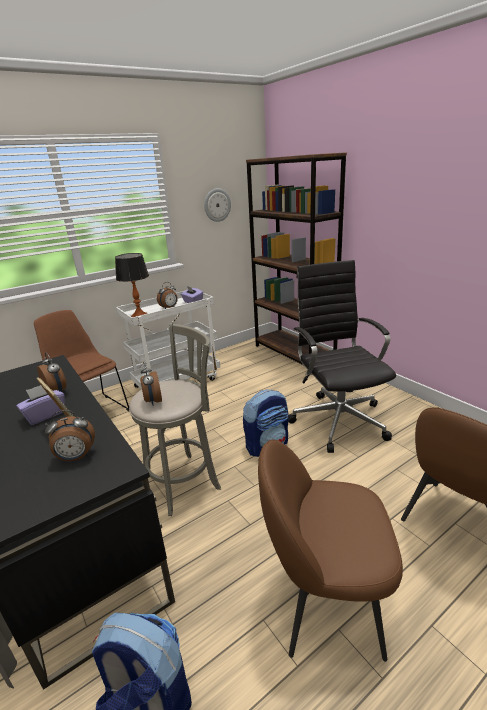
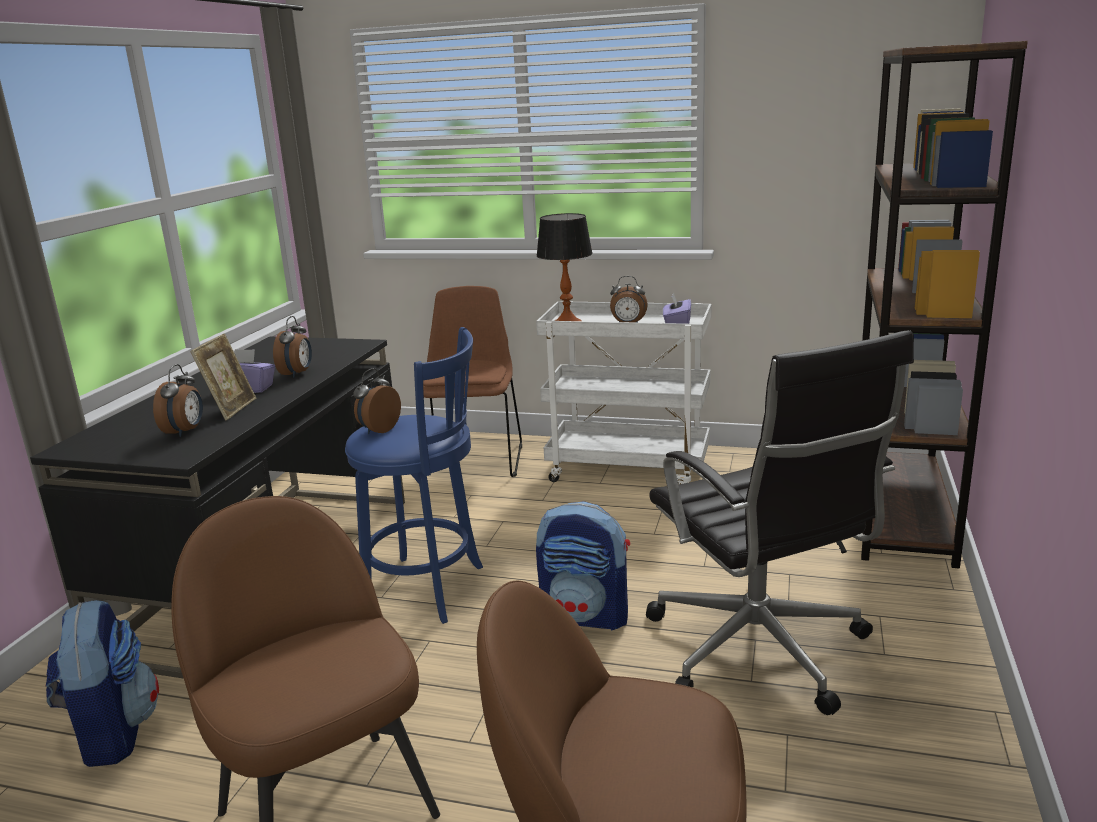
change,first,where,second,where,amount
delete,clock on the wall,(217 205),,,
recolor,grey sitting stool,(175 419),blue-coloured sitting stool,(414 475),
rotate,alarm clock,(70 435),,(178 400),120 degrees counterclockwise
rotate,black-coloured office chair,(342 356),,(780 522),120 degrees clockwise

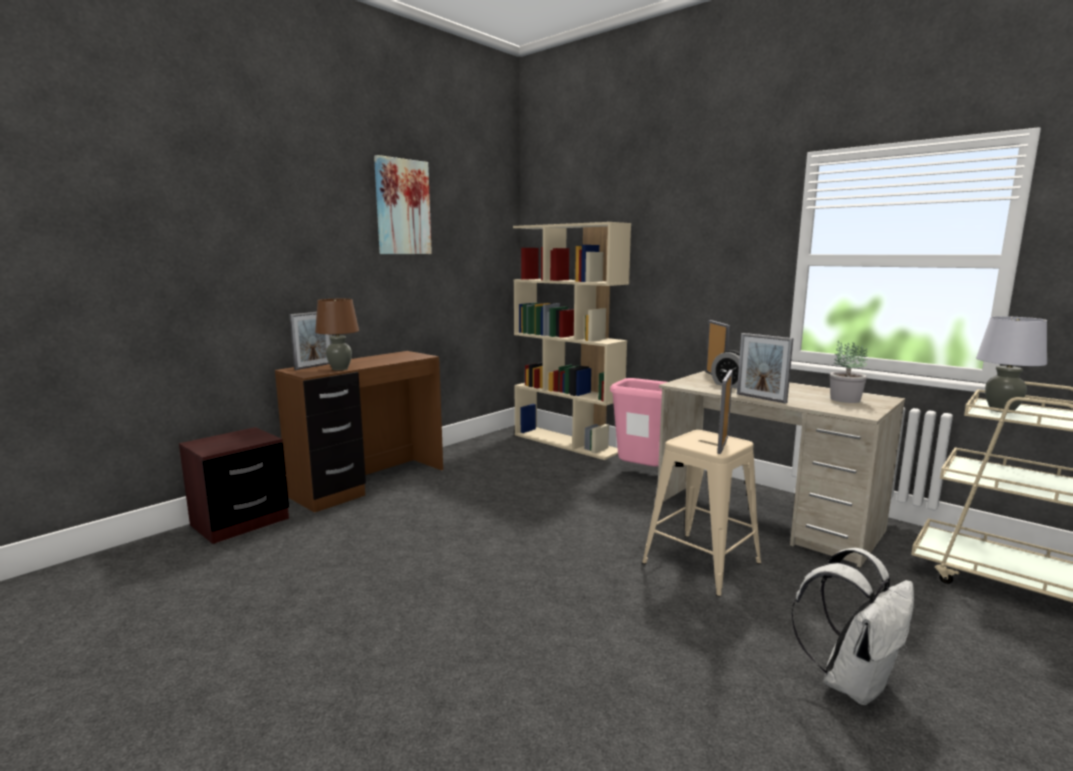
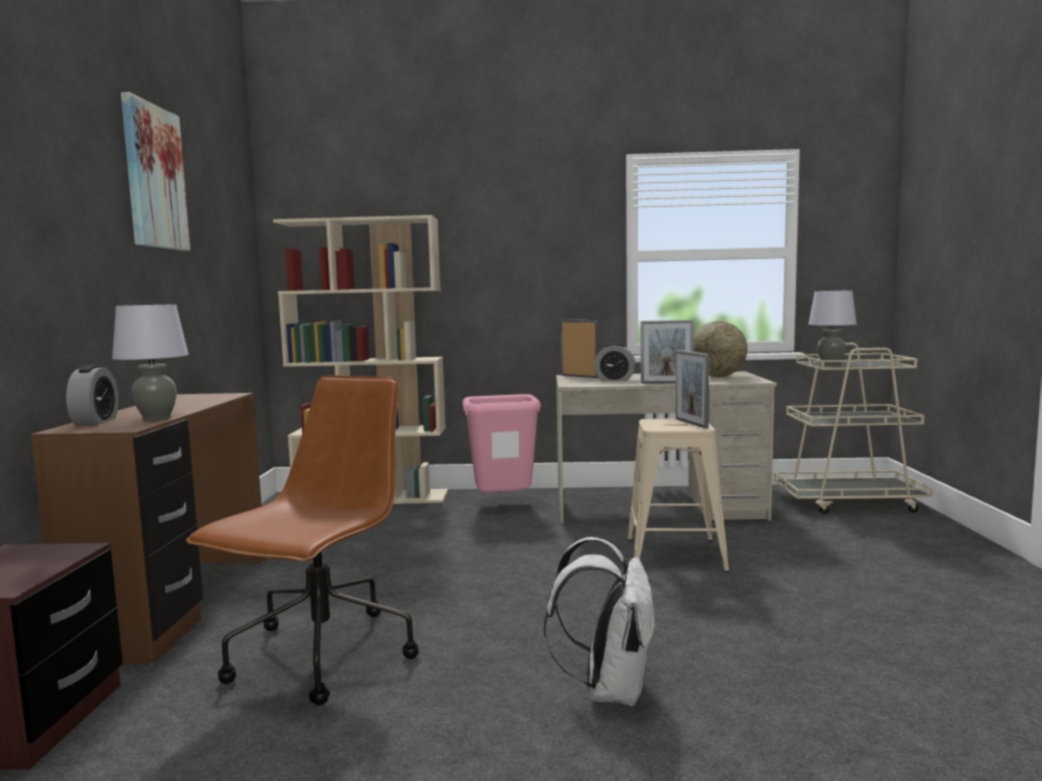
change,first,where,second,where,amount
insert,,,brownish office chair,(302 540),
move,whitish knapsack,(852 626),,(600 622),
replace,standing frame,(310 341),alarm clock,(92 395),
replace,potted plant,(849 372),globe,(721 349),
recolor,brownish table lamp,(337 335),grey table lamp,(150 362),

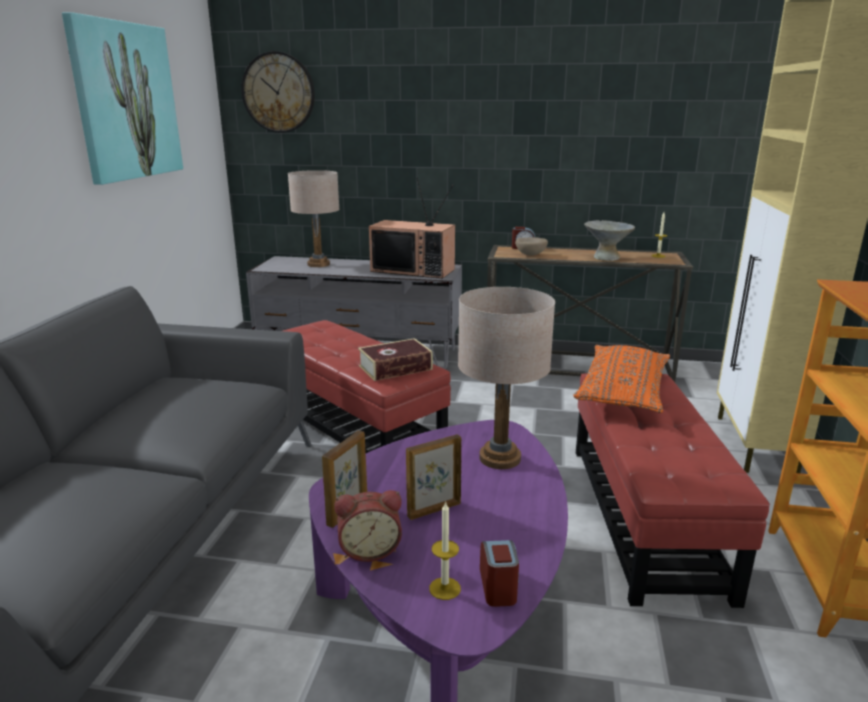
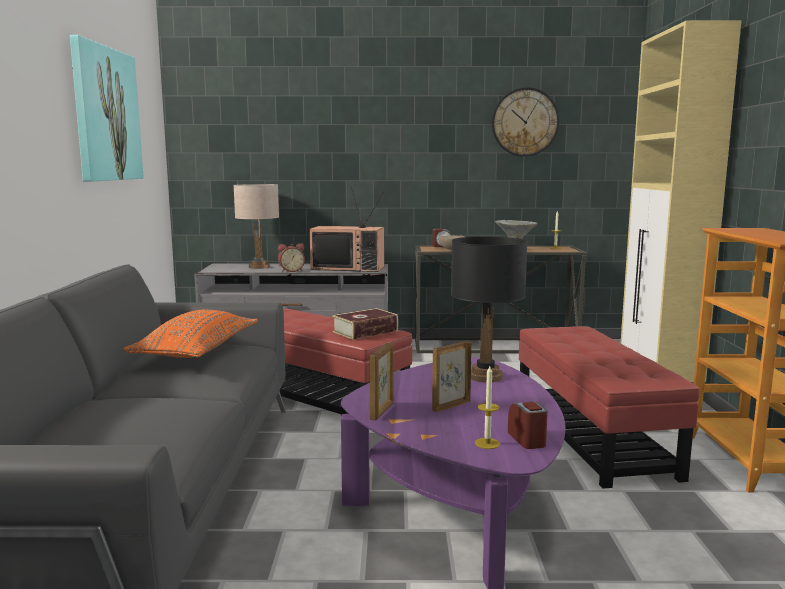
change,first,where,second,where,amount
move,clock on the wall,(278 92),,(525 122),
move,alarm clock,(368 526),,(291 257),
move,orange-coloured throw pillow,(621 379),,(190 334),
recolor,beige-coloured table lamp,(506 378),black-coloured table lamp,(489 310),

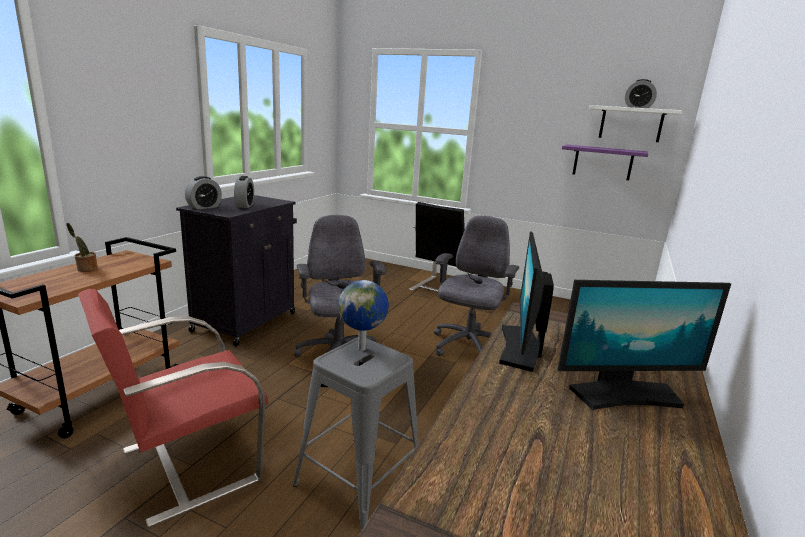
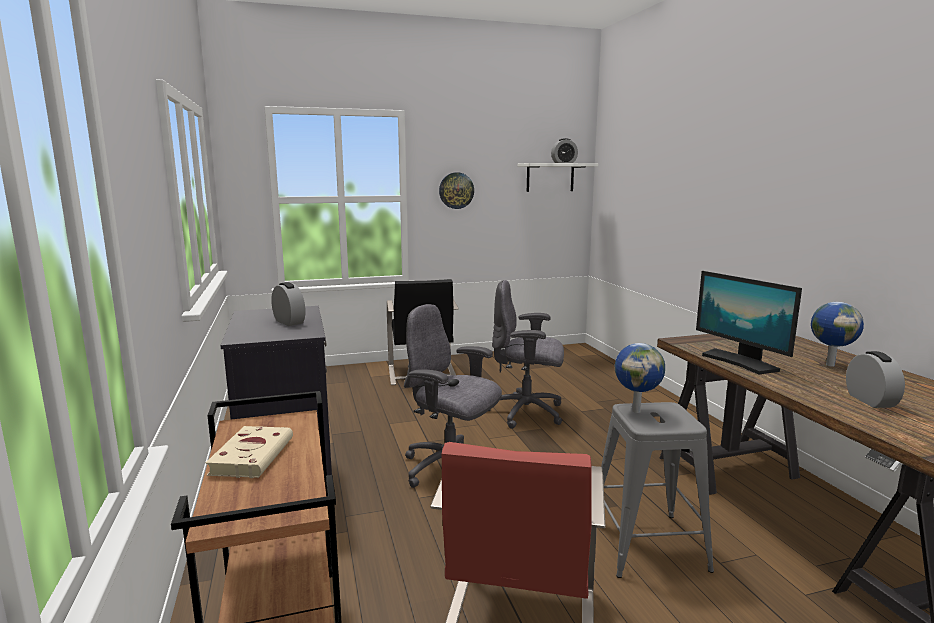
change,first,where,second,where,amount
delete,purplish bracket shelf,(605 162),,,
insert,,,clock on the wall,(456 190),
move,alarm clock,(203 193),,(875 379),
replace,potted plant,(82 247),beige-coloured book,(249 452),
replace,computer screen,(644 345),globe,(837 334),
rotate,grey office chair,(476 285),,(526 354),60 degrees counterclockwise

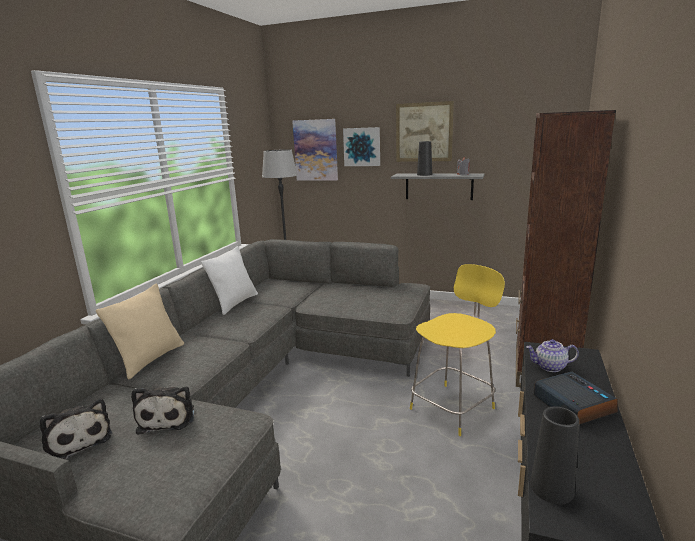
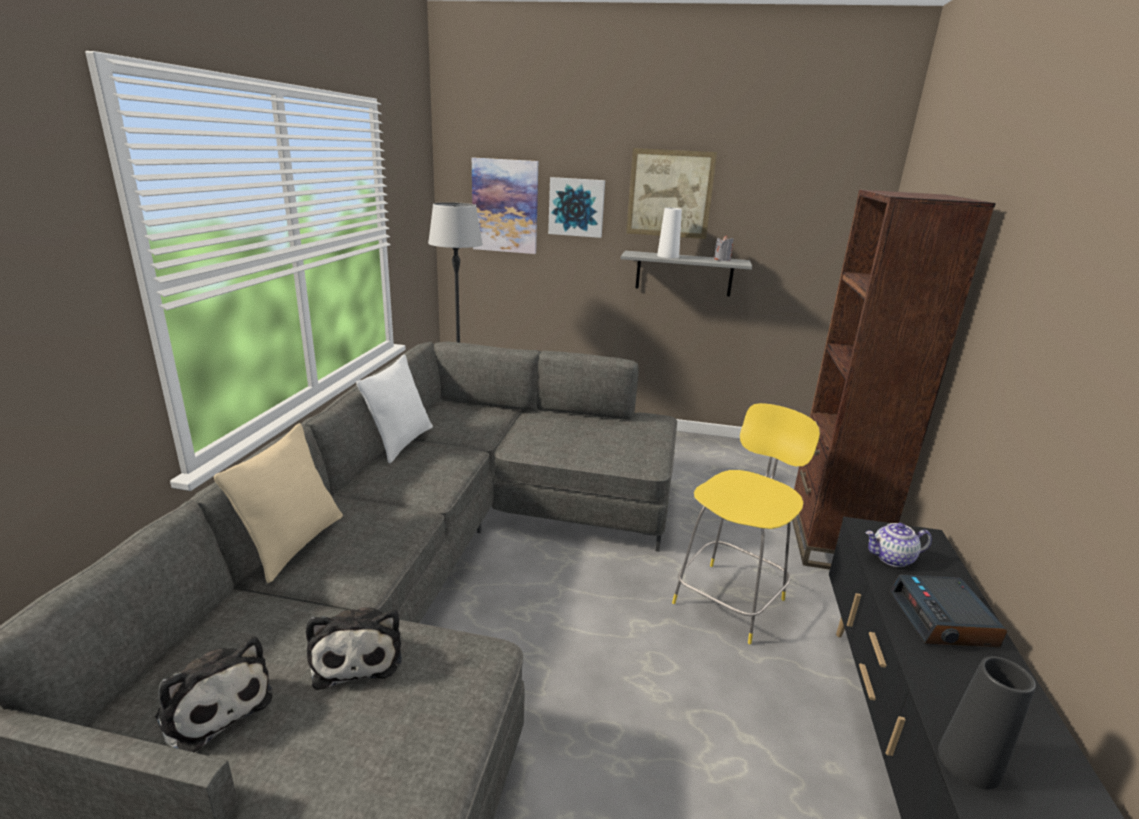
change,first,where,second,where,amount
recolor,black-coloured decorative vase,(424 158),whitish decorative vase,(669 233),
rotate,alarm clock,(576 398),,(948 610),150 degrees counterclockwise

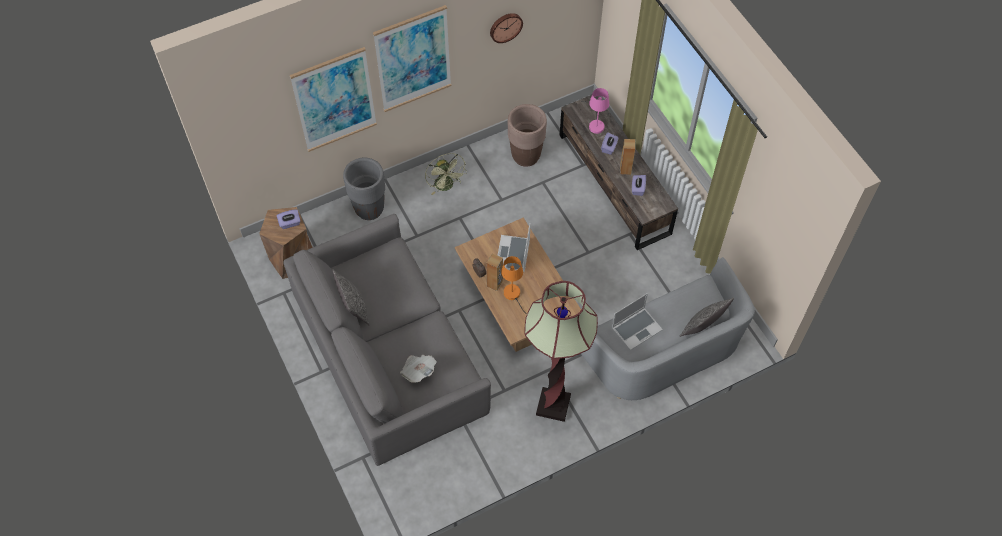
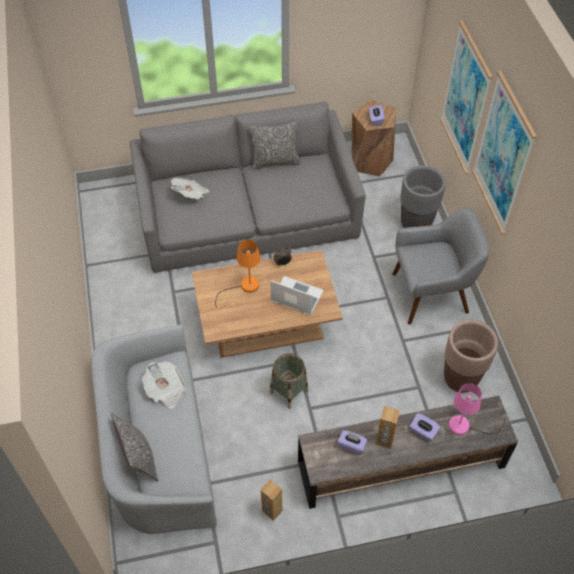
change,first,where,second,where,amount
delete,clock on the wall,(506 28),,,
delete,standard lamp,(561 351),,,
insert,,,basket,(289 381),
move,brownish loudspeaker,(494 272),,(271 500),
replace,greenish fan,(446 174),grey armchair,(440 266),
replace,laptop,(637 321),printed paper,(164 385),

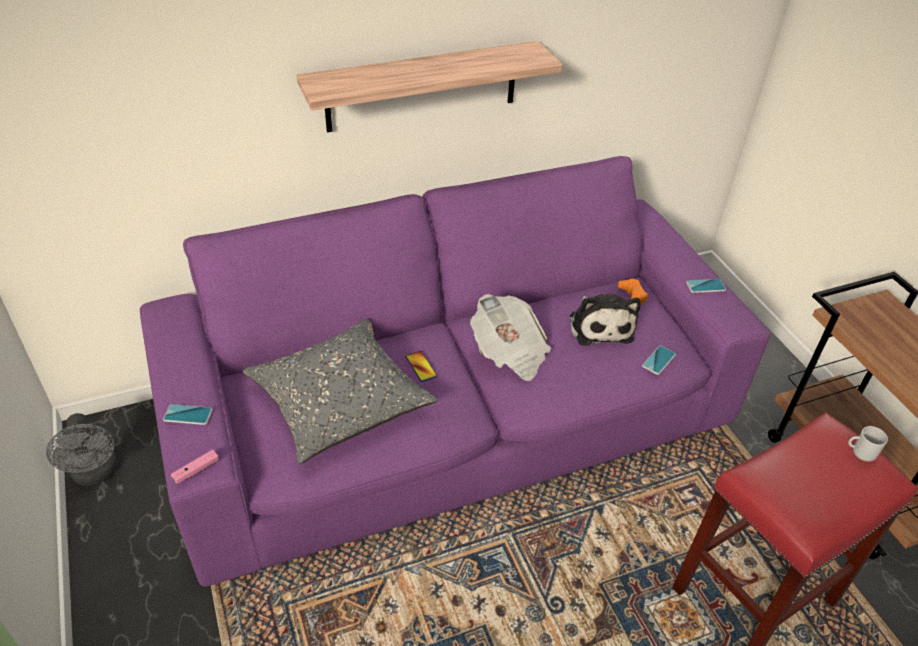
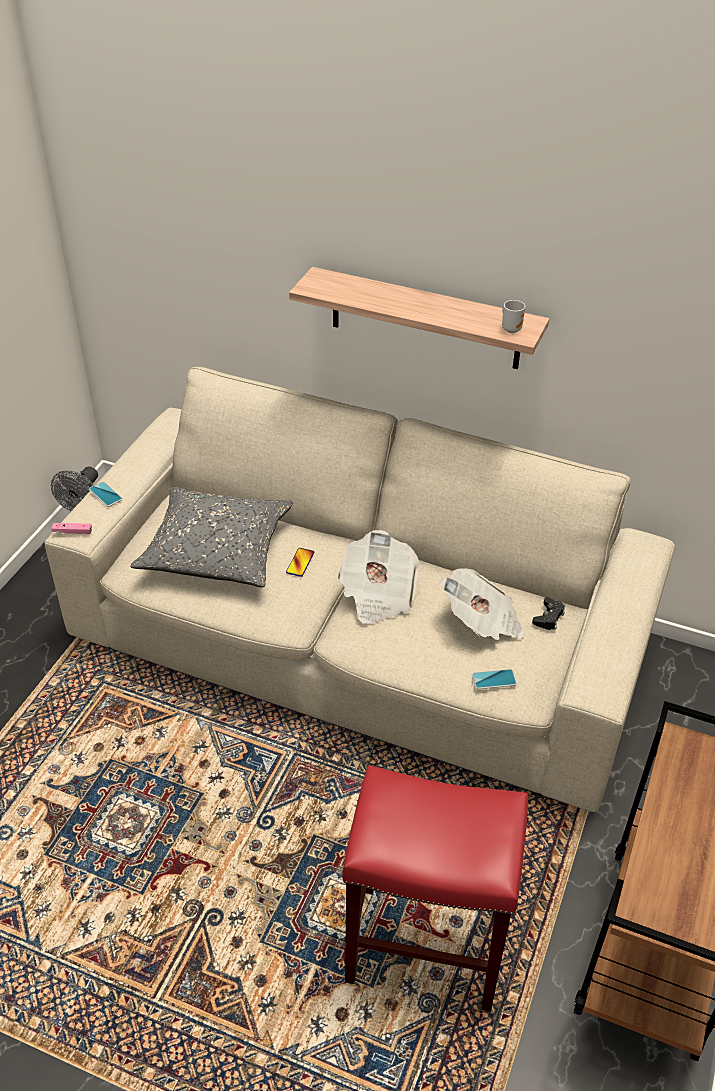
change,first,where,second,where,amount
delete,phone,(706 286),,,
move,coffee mug,(868 443),,(513 316),
replace,cuddly toy,(605 320),printed paper,(483 604),
recolor,purplish sofa,(455 371),beige-coloured sofa,(359 589),
recolor,orange-coloured joypad,(633 292),black-coloured joypad,(548 613),

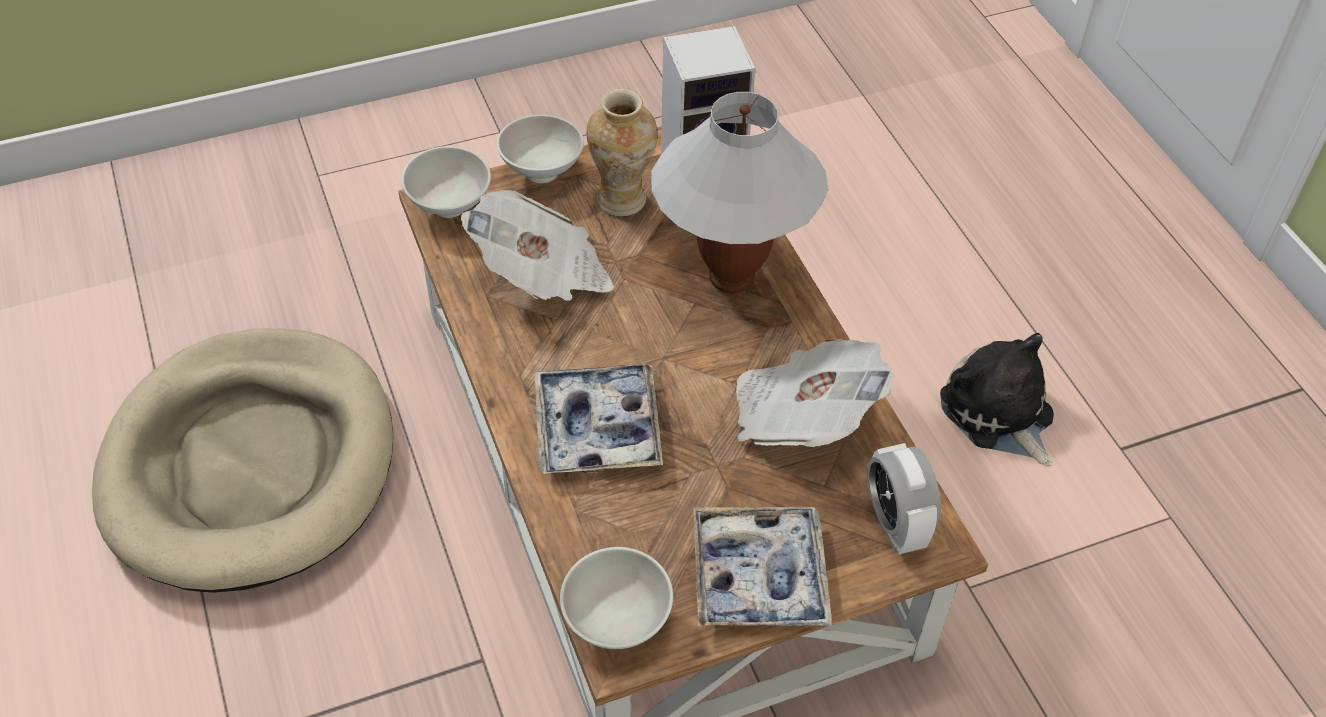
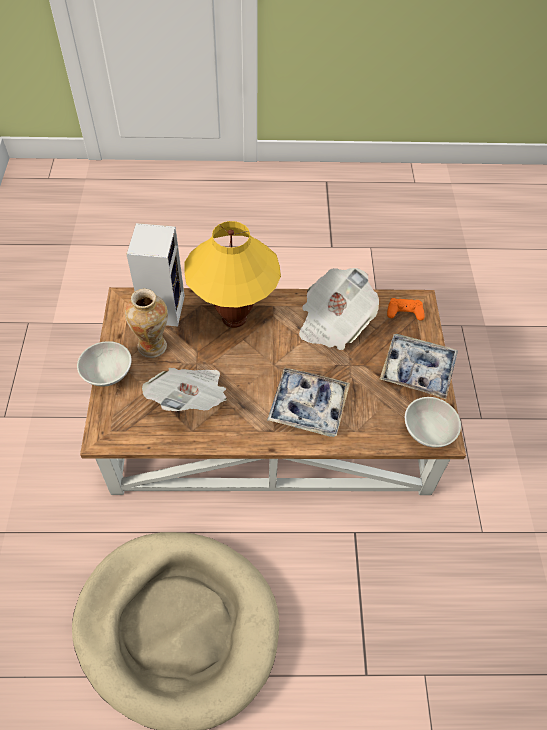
change,first,where,second,where,amount
delete,whitish deep dish,(446 182),,,
delete,cuddly toy,(997 399),,,
replace,alarm clock,(904 498),orange-coloured joypad,(406 309),
recolor,whitish table lamp,(740 193),yellow table lamp,(232 274),

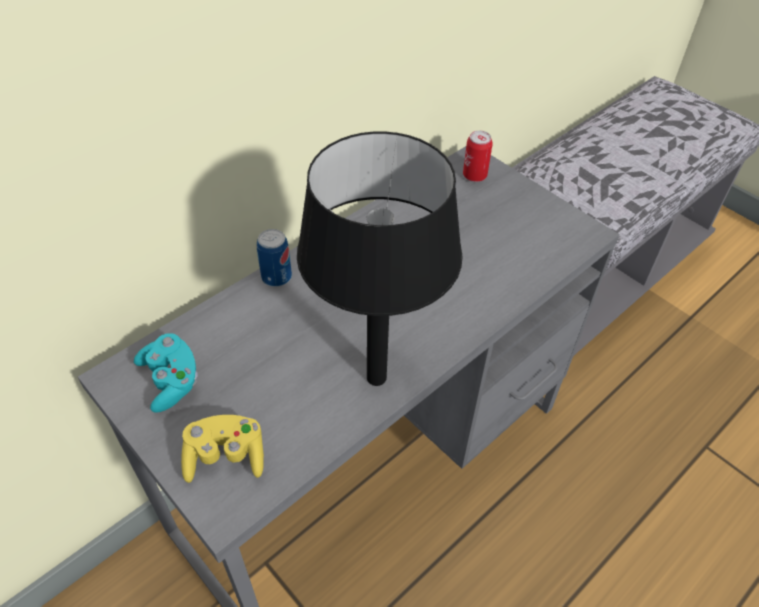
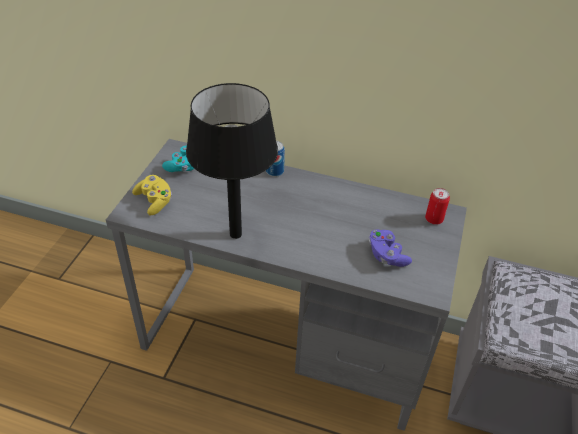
change,first,where,second,where,amount
insert,,,purplish joypad,(390 248),

